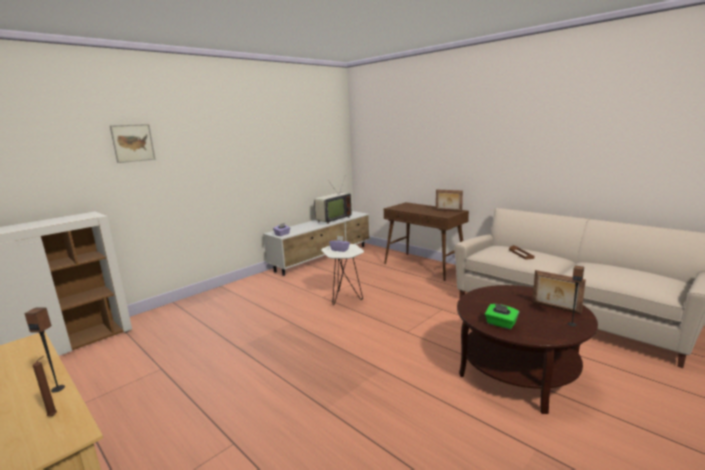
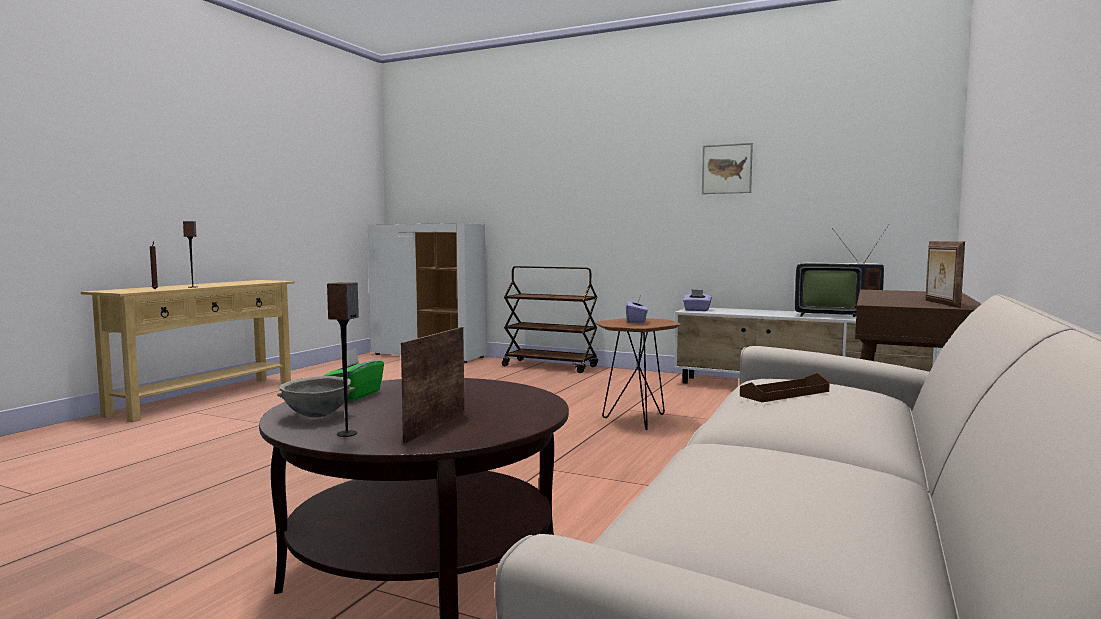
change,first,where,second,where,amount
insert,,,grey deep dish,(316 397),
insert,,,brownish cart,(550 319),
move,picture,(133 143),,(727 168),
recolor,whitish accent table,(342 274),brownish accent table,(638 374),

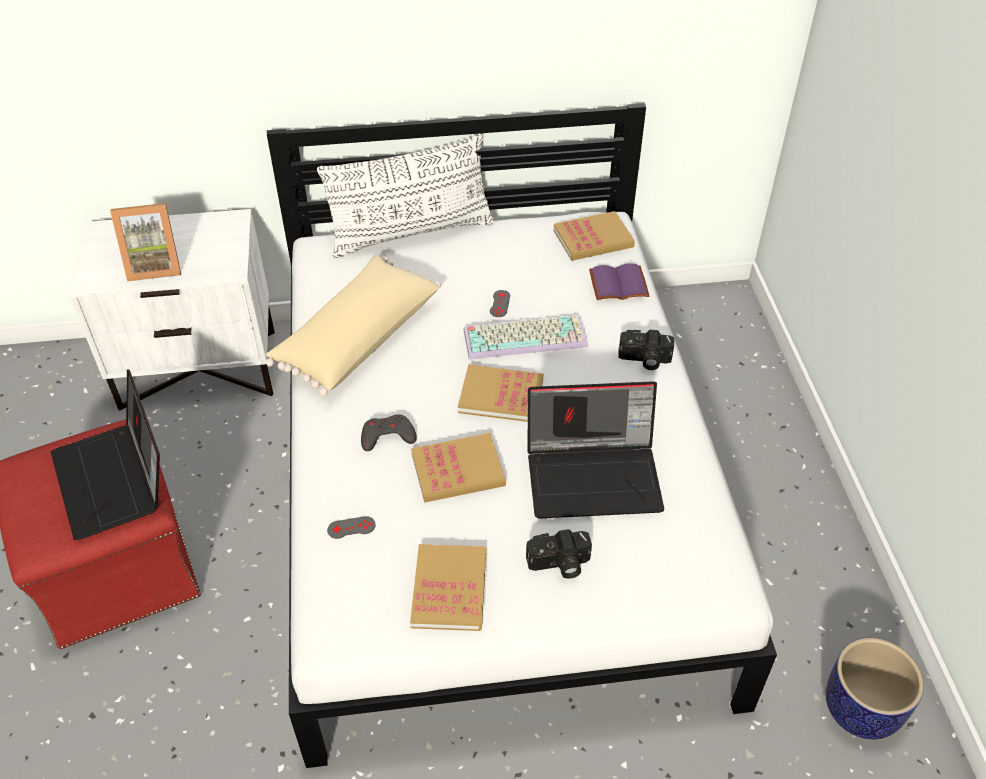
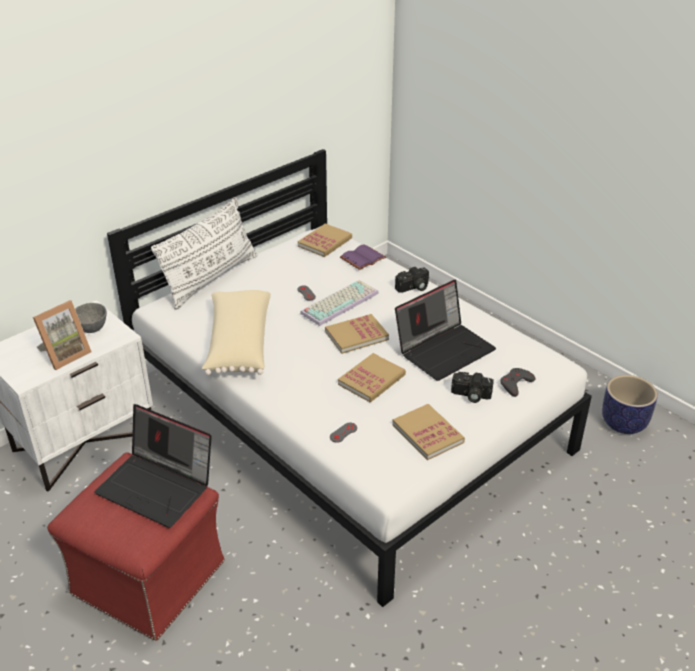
change,first,where,second,where,amount
insert,,,grey deep dish,(91 318),
move,grey joypad,(389 432),,(517 382),
rotate,photo camera,(559 554),,(472 387),60 degrees clockwise

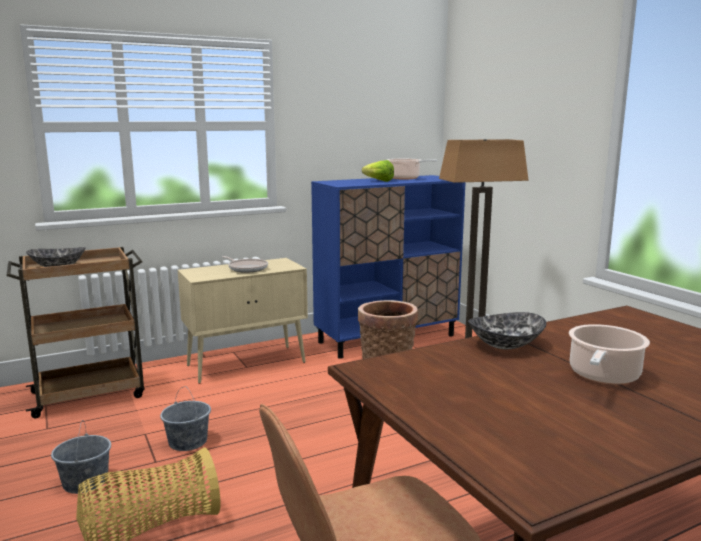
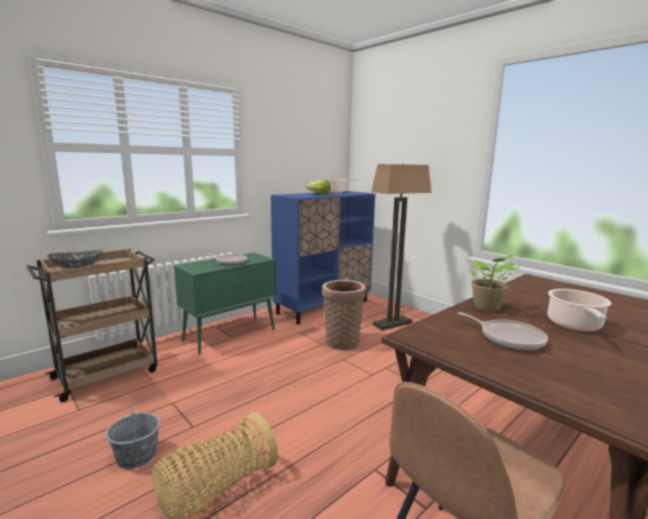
change,first,where,second,where,amount
delete,grey water bucket,(185 418),,,
insert,,,skillet,(503 331),
replace,deep dish,(507 330),potted plant,(493 283),
recolor,beige-coloured cabinet,(243 321),greenish cabinet,(225 303),

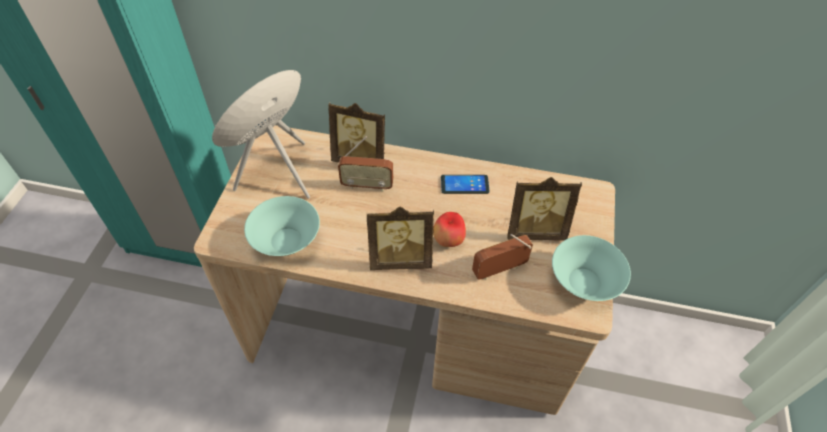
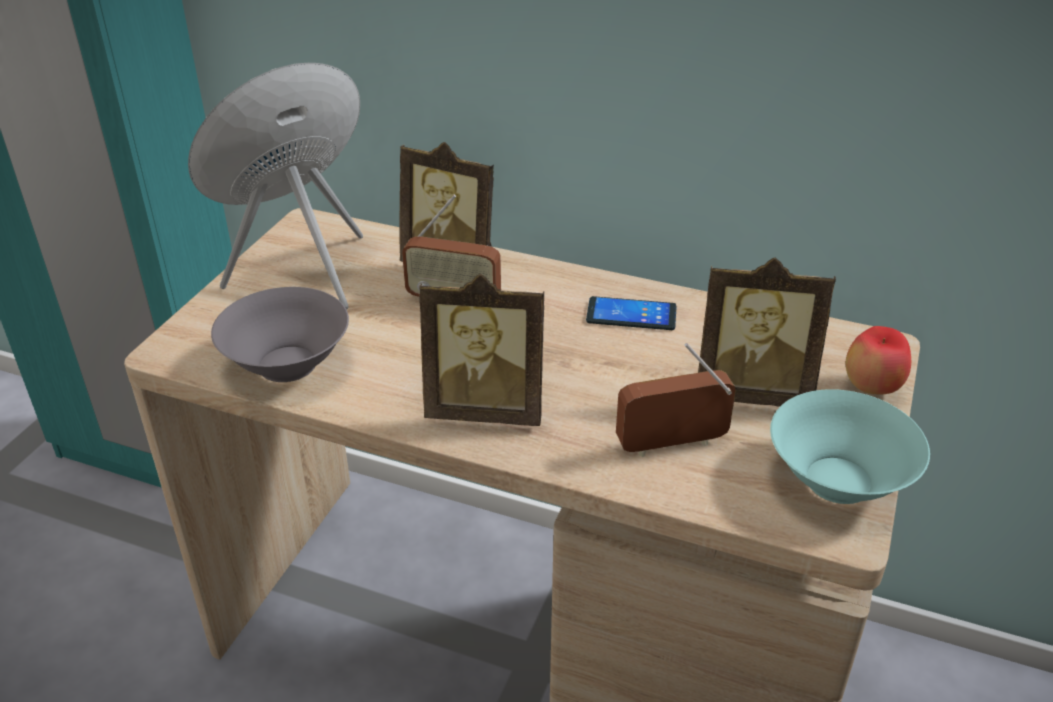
change,first,where,second,where,amount
move,whole apple,(449 229),,(878 360),
recolor,turquoise-coloured deep dish,(282 226),grey deep dish,(280 334),

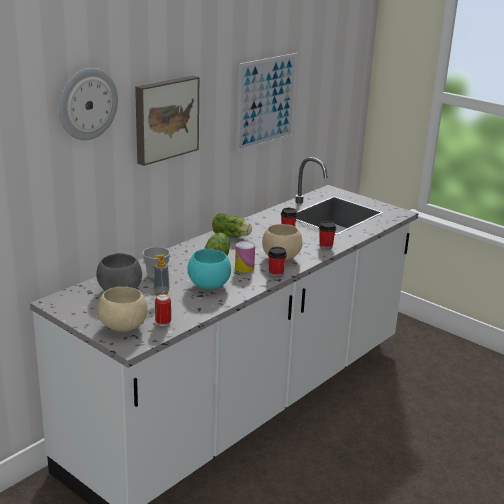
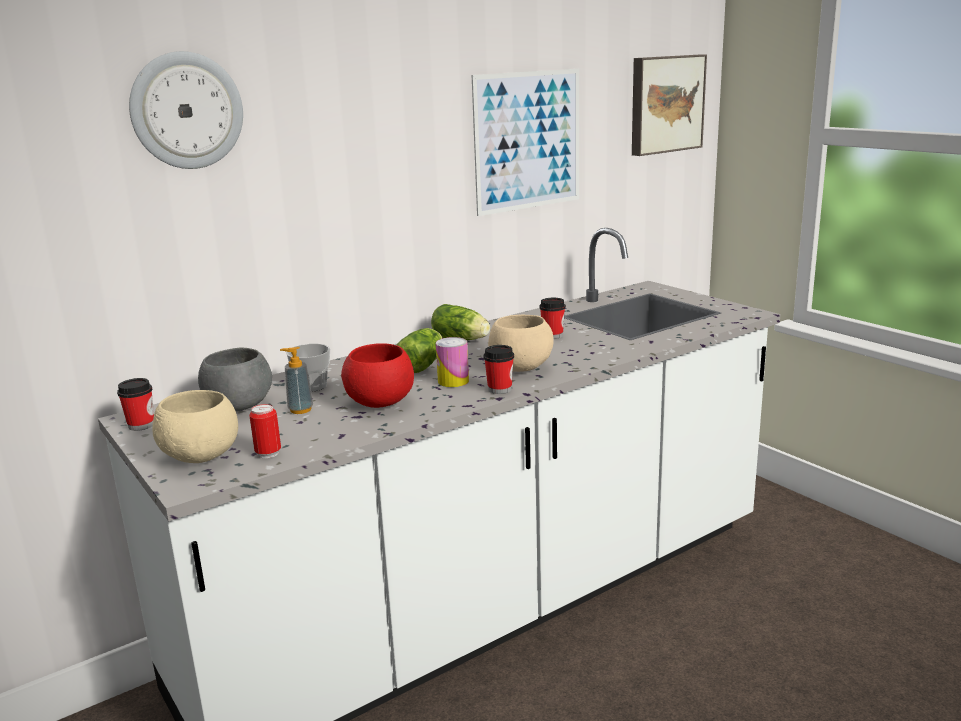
change,first,where,second,where,amount
move,picture,(167 121),,(669 105),
move,cup,(327 235),,(135 404),
recolor,turquoise-coloured deep dish,(209 269),red deep dish,(377 375),

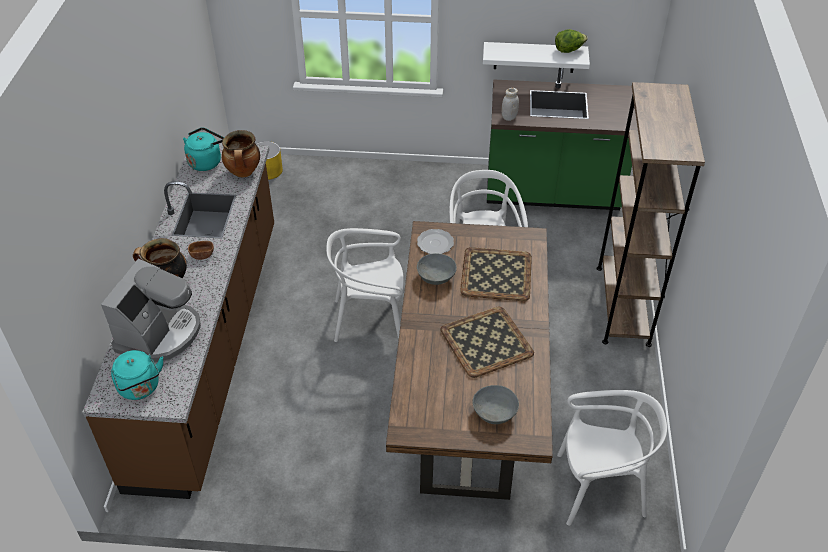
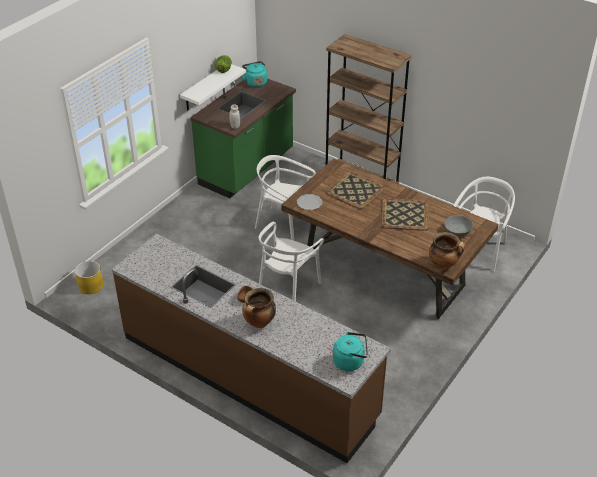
change,first,where,second,where,amount
delete,coffee maker,(151 311),,,
delete,grey deep dish,(437 269),,,
move,turquoise-coloured tea kettle,(203 149),,(254 74),
move,saucepot,(241 153),,(447 250),

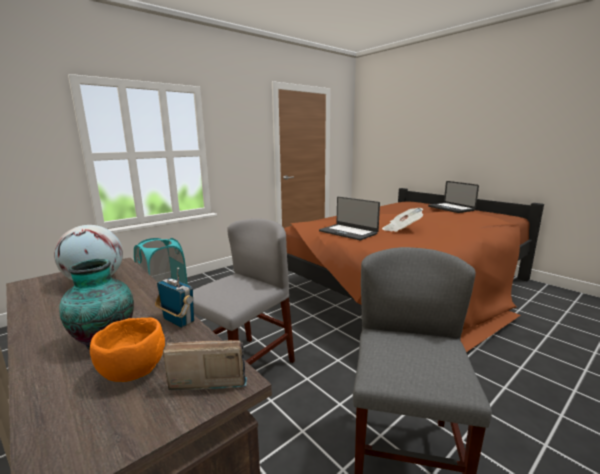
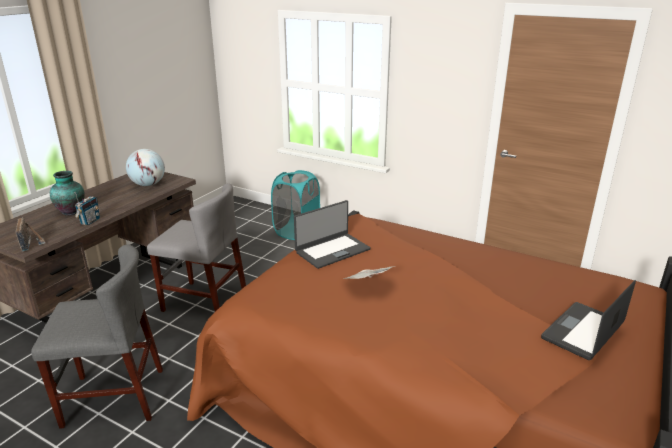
change,first,where,second,where,amount
delete,orange-coloured deep dish,(127 349),,,
rotate,laptop,(349 218),,(332 234),150 degrees counterclockwise

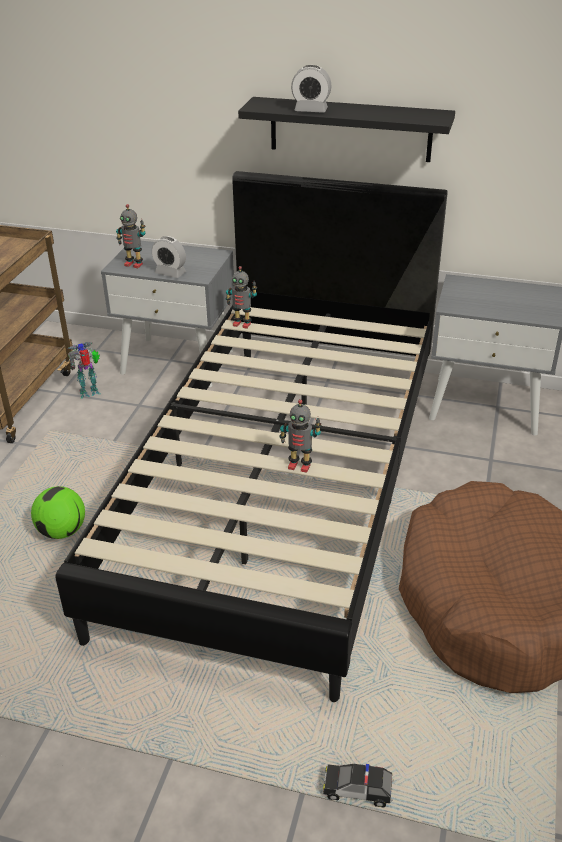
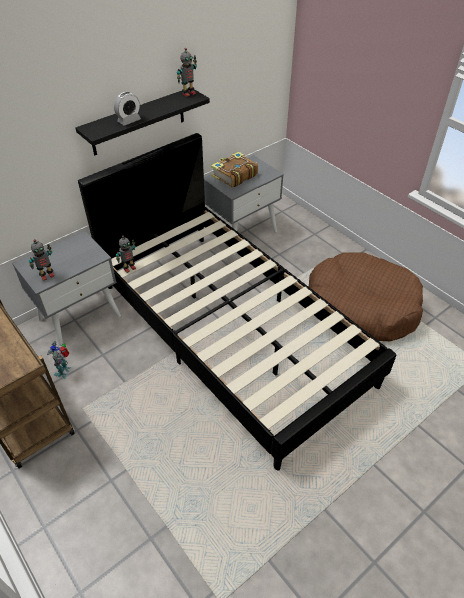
change,first,where,second,where,amount
delete,football ball,(58 512),,,
delete,alarm clock,(169 257),,,
delete,model car,(358 786),,,
insert,,,book,(234 169),
move,robot figure,(300 436),,(187 72),

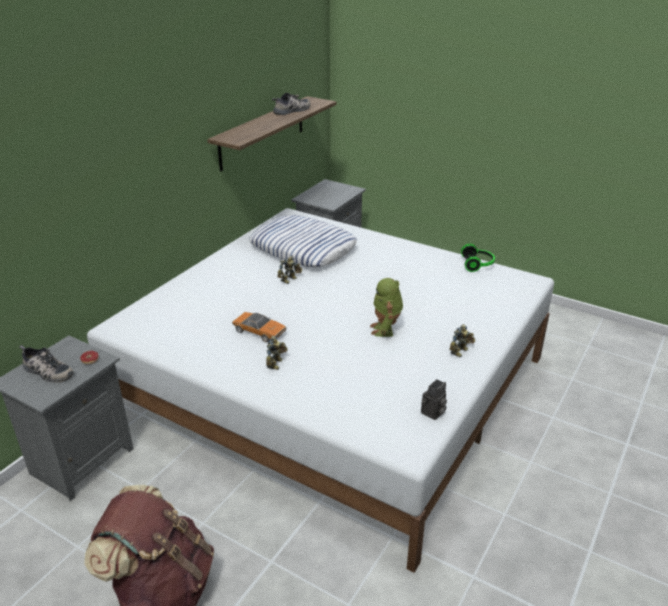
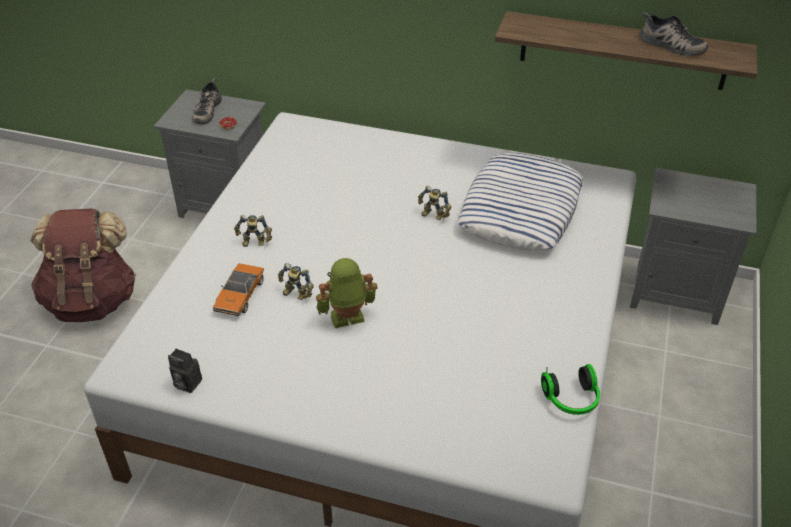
change,first,where,second,where,amount
move,model car,(259 327),,(238 289),
move,robot figure,(462 341),,(296 281),

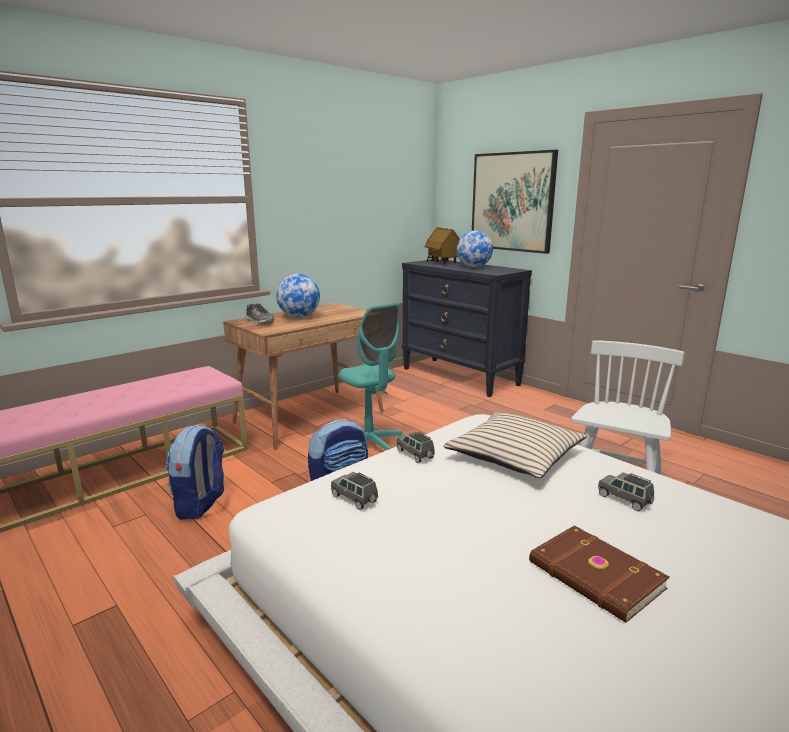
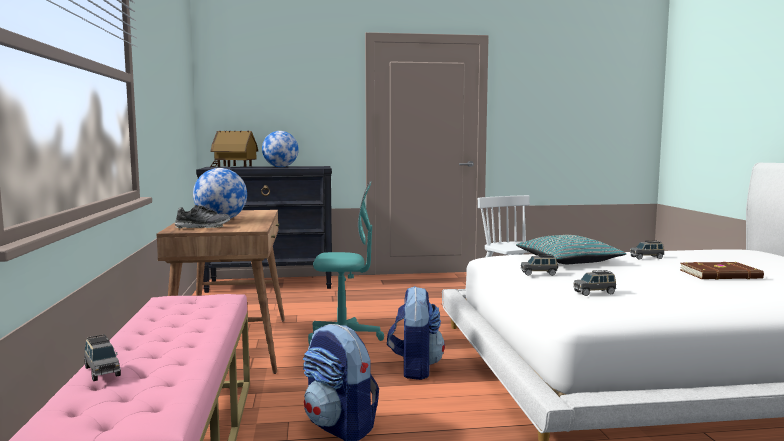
change,first,where,second,where,amount
delete,picture,(515 202),,,
insert,,,grey model car,(102 357),
recolor,beige-coloured throw pillow,(515 445),turquoise-coloured throw pillow,(571 249),

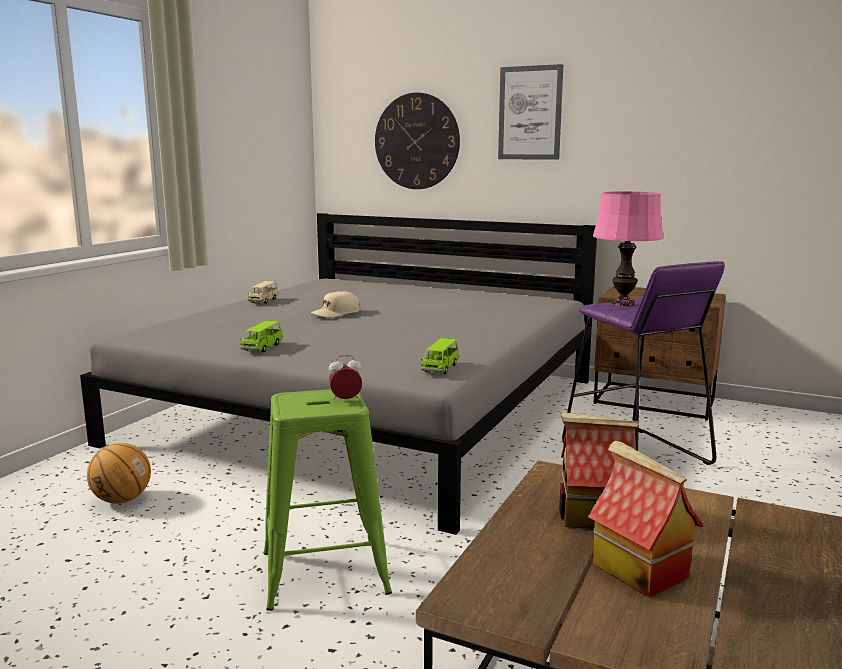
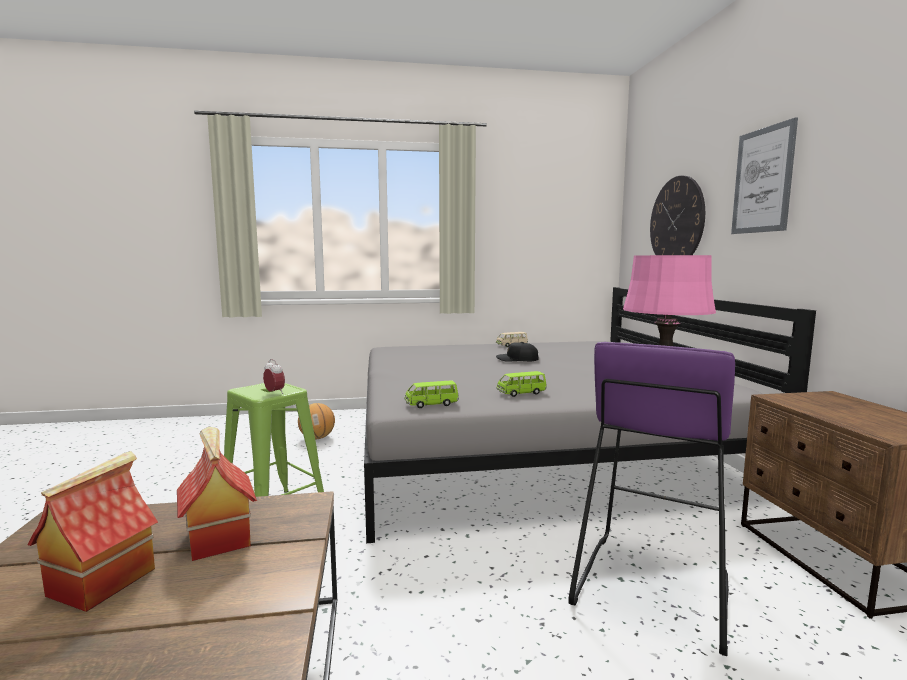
change,first,where,second,where,amount
move,greenish model car,(261 336),,(521 384),
recolor,beige-coloured cap,(335 304),black-coloured cap,(517 352),

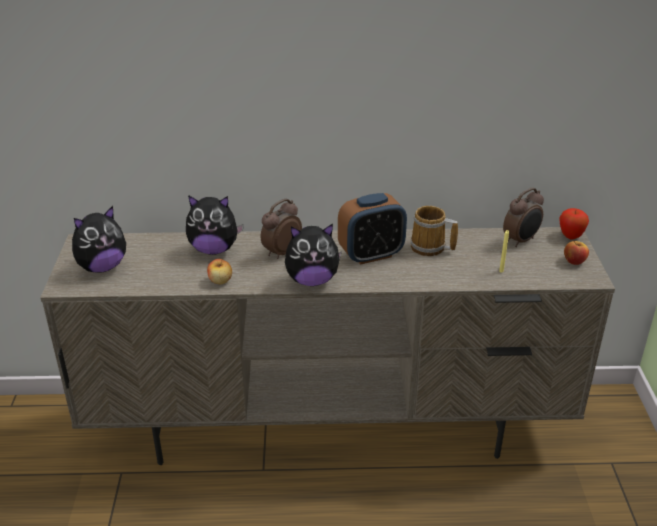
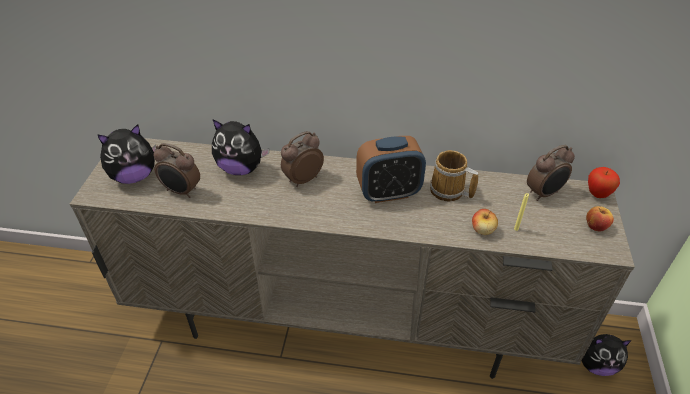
change,first,where,second,where,amount
insert,,,alarm clock,(177 170),
move,whole apple,(219 272),,(485 222),
move,cuddly toy,(313 255),,(606 355),

